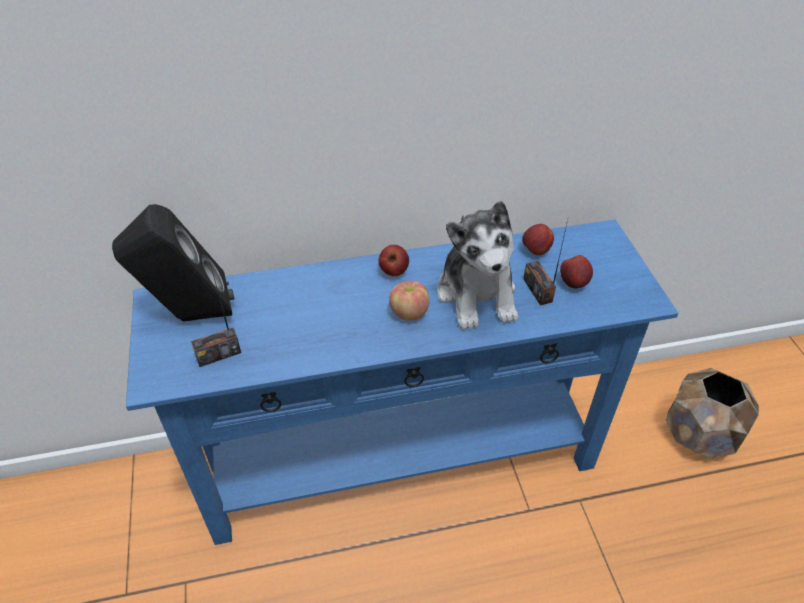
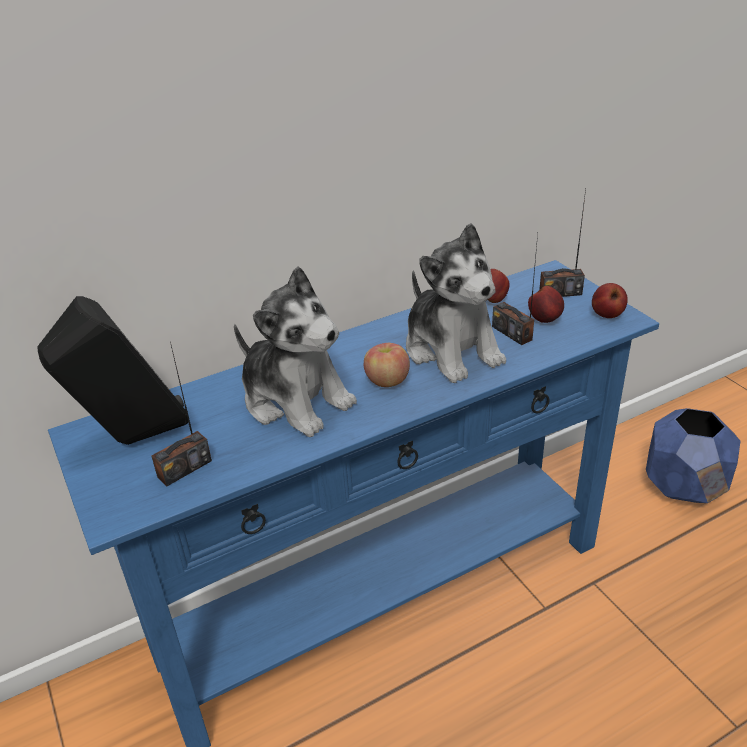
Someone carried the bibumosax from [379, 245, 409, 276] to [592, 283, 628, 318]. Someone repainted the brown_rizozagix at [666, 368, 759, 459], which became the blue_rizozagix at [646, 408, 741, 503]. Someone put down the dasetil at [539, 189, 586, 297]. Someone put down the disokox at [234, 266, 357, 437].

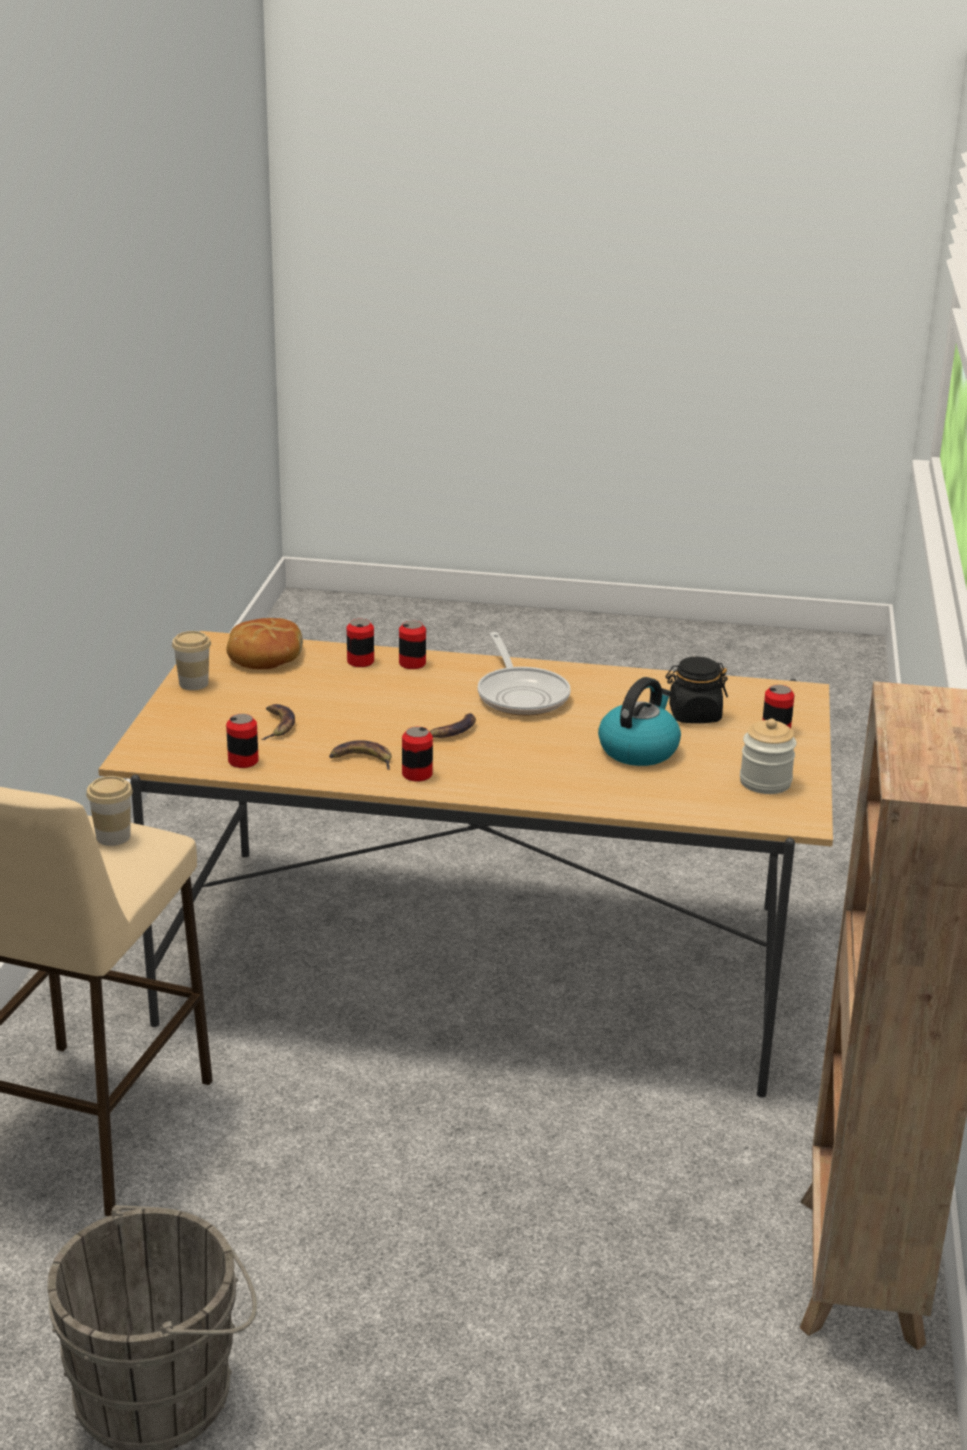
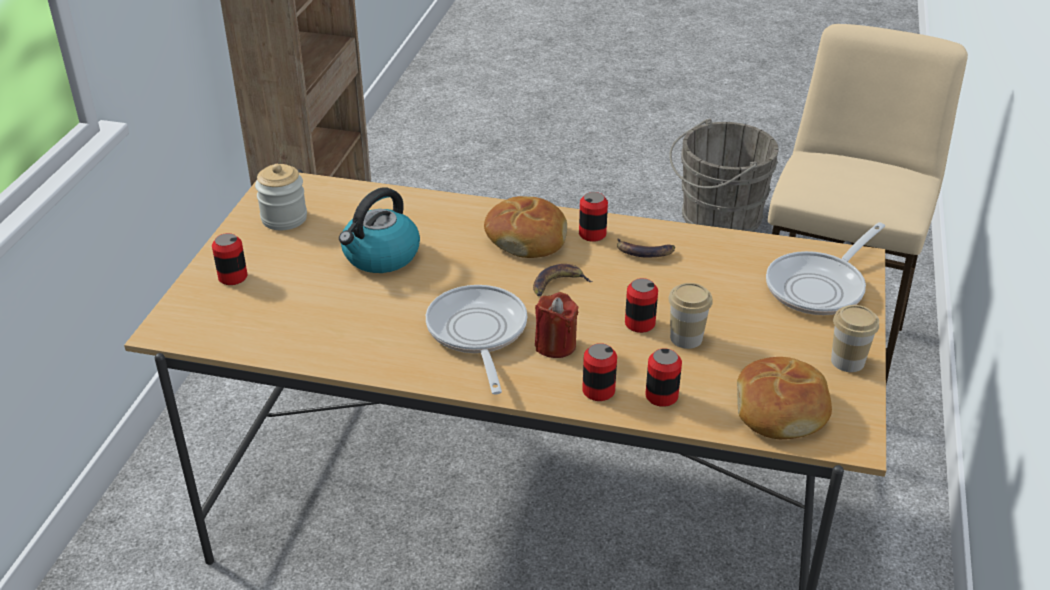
Someone took away the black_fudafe at [666, 657, 728, 723]. Someone took away the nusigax at [262, 704, 295, 740]. Someone carried the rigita from [226, 714, 259, 768] to [625, 278, 658, 333]. Someone carried the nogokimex from [86, 776, 133, 846] to [668, 283, 713, 349]. Someone put down the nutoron at [484, 196, 567, 258]. Someone put down the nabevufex at [766, 222, 885, 315]. Someone put down the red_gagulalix at [535, 292, 578, 358].

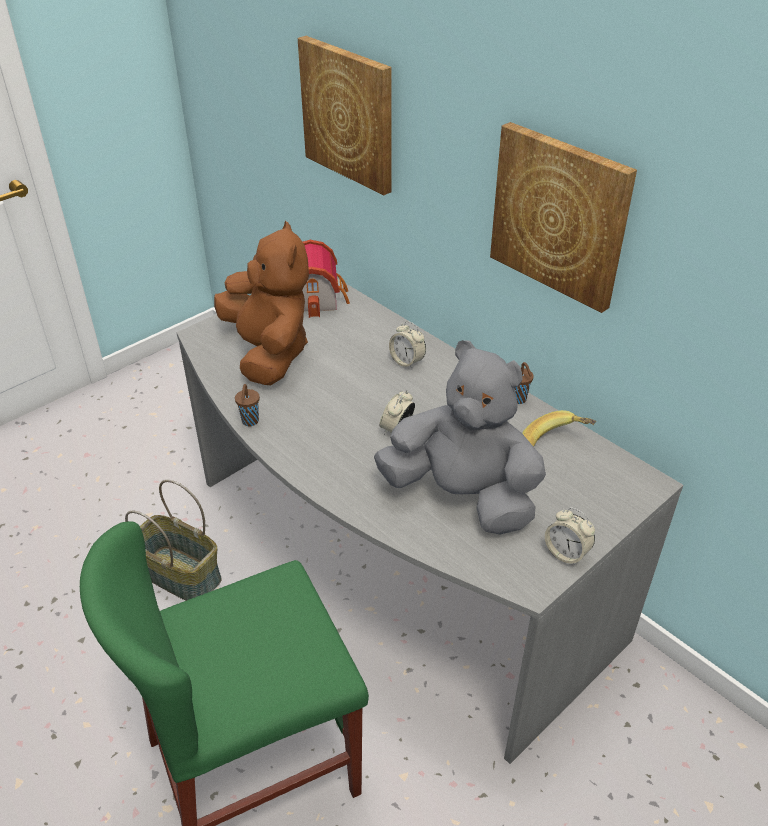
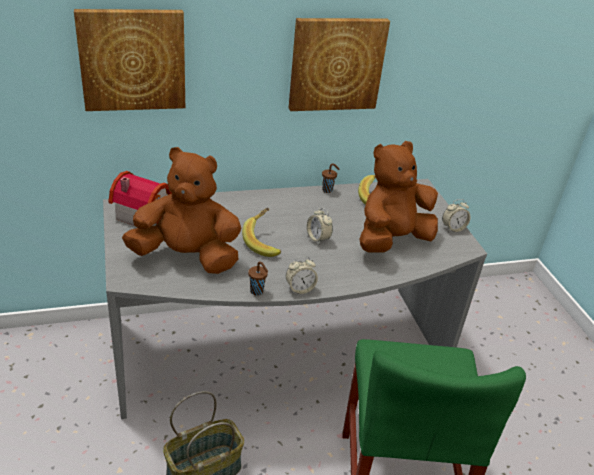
Someone carried the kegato from [389, 321, 426, 369] to [286, 256, 318, 294]. Someone repainted the grey_disokox at [374, 340, 546, 535], which became the brown_disokox at [360, 141, 438, 252]. Someone put down the nusigax at [242, 208, 281, 257].

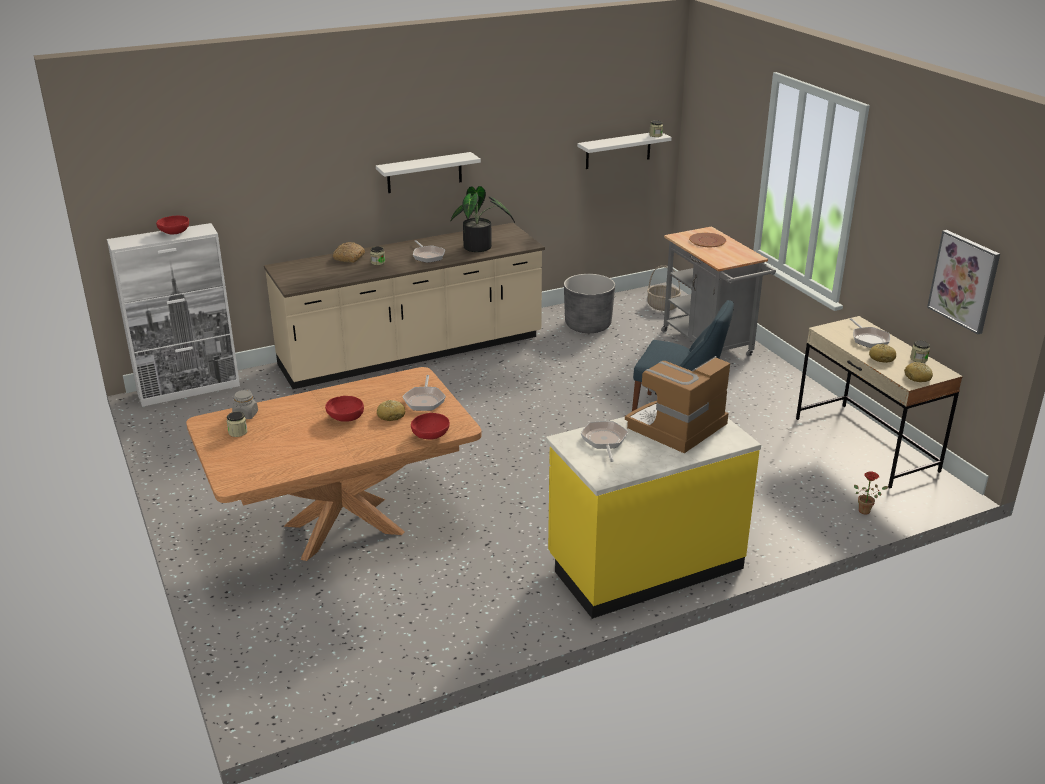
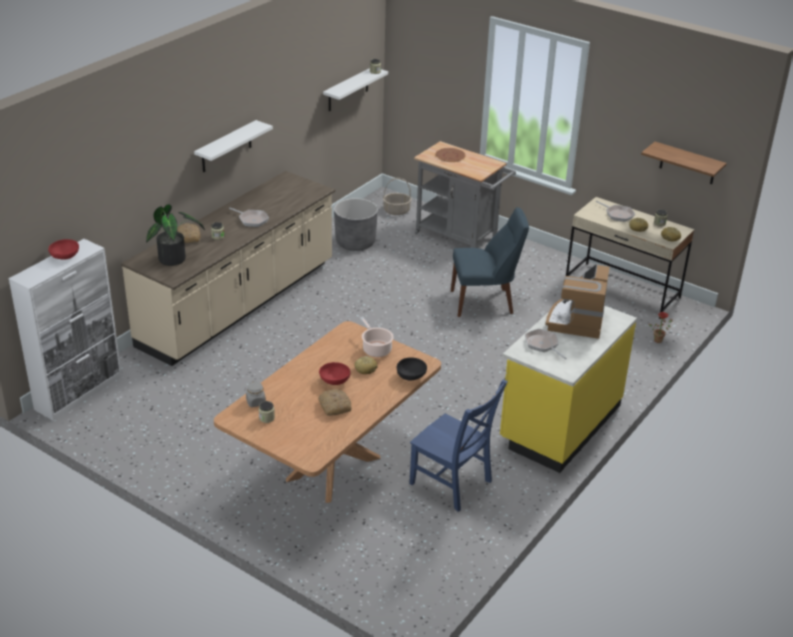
Someone carried the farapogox from [451, 186, 515, 252] to [146, 204, 205, 266]. Someone swapped the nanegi at [927, 230, 1000, 334] for the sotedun at [641, 142, 727, 184]. Someone swapped the nabevufex at [402, 375, 446, 411] for the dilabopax at [360, 317, 394, 357]. Someone repainted the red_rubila at [411, 413, 450, 440], which became the black_rubila at [397, 358, 427, 381]. Someone put down the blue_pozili at [409, 380, 508, 512]. Someone put down the nutoron at [318, 389, 352, 416].

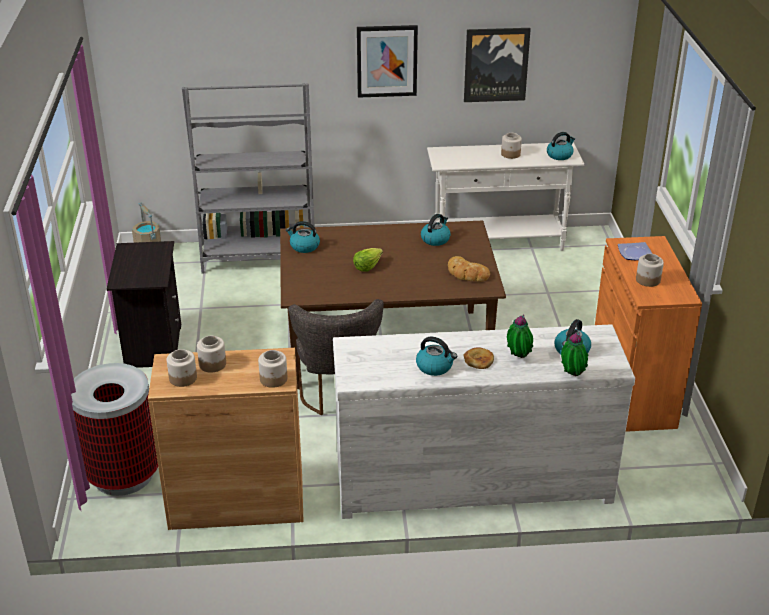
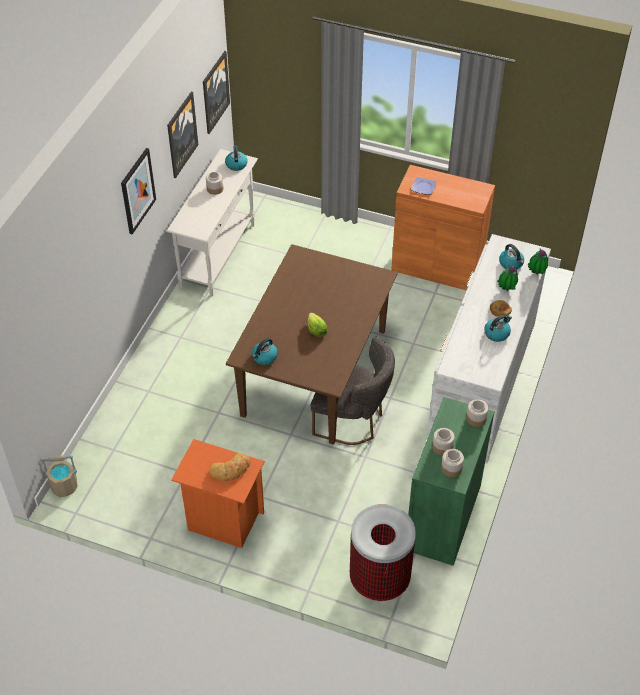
Someone took away the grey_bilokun at [182, 83, 315, 274]. Someone took away the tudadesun at [421, 214, 451, 246]. Someone repainted the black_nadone at [106, 241, 181, 368], which became the orange_nadone at [171, 439, 264, 548]. Someone took away the fudafe at [636, 254, 664, 287]. Someone carried the nutoron from [448, 256, 490, 282] to [209, 453, 250, 481]. Someone repainted the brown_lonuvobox at [148, 348, 304, 530], which became the green_lonuvobox at [408, 397, 495, 566]. Someone put up the nanegi at [203, 51, 230, 134].

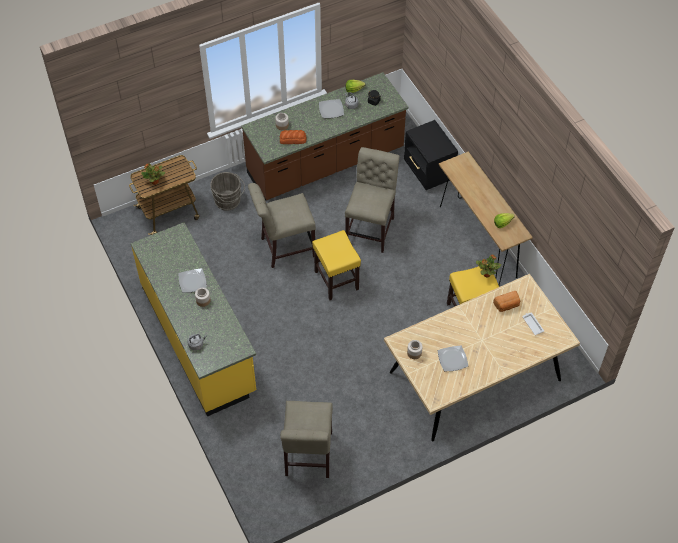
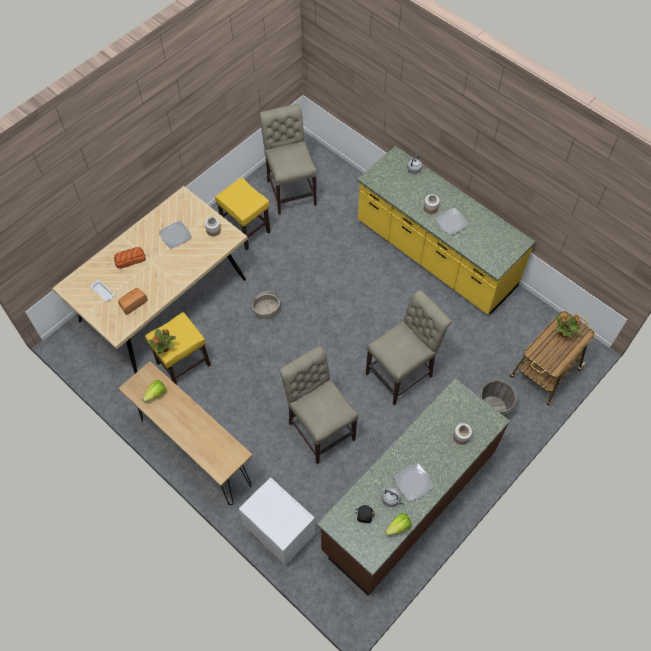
Someone repainted the black_nadone at [404, 120, 458, 190], which became the white_nadone at [239, 477, 315, 566]. Someone carried the nutoron from [280, 130, 306, 144] to [114, 247, 146, 269]. Someone rotated the beige_pozili at [345, 147, 400, 253] by 150 degrees clockwise. Someone carried the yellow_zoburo from [312, 230, 361, 300] to [215, 178, 270, 250]. Someone put down the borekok at [252, 290, 280, 319].

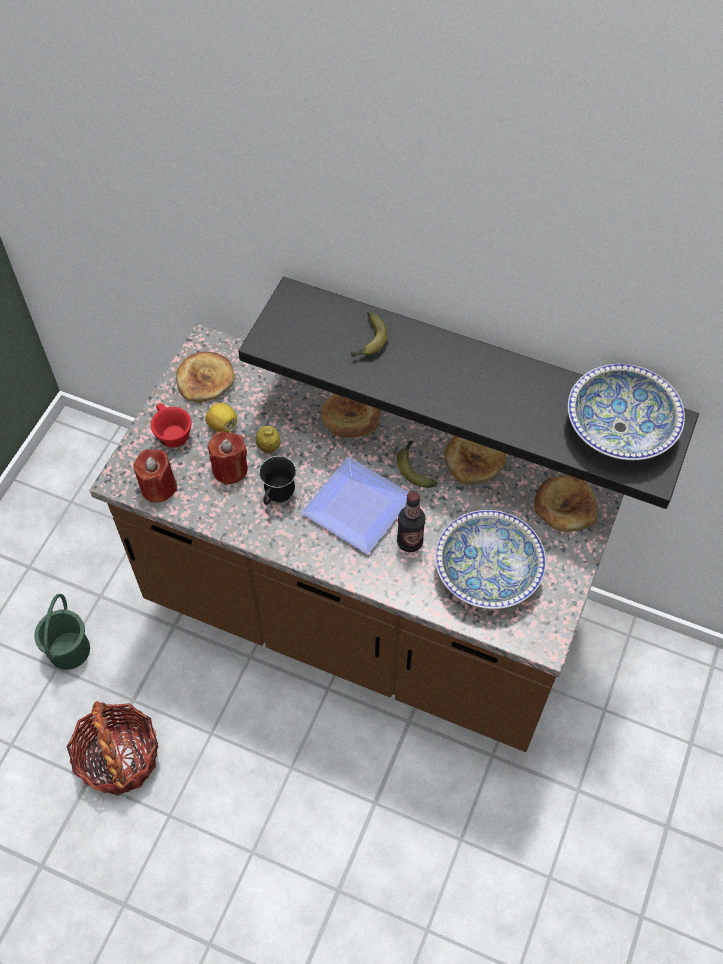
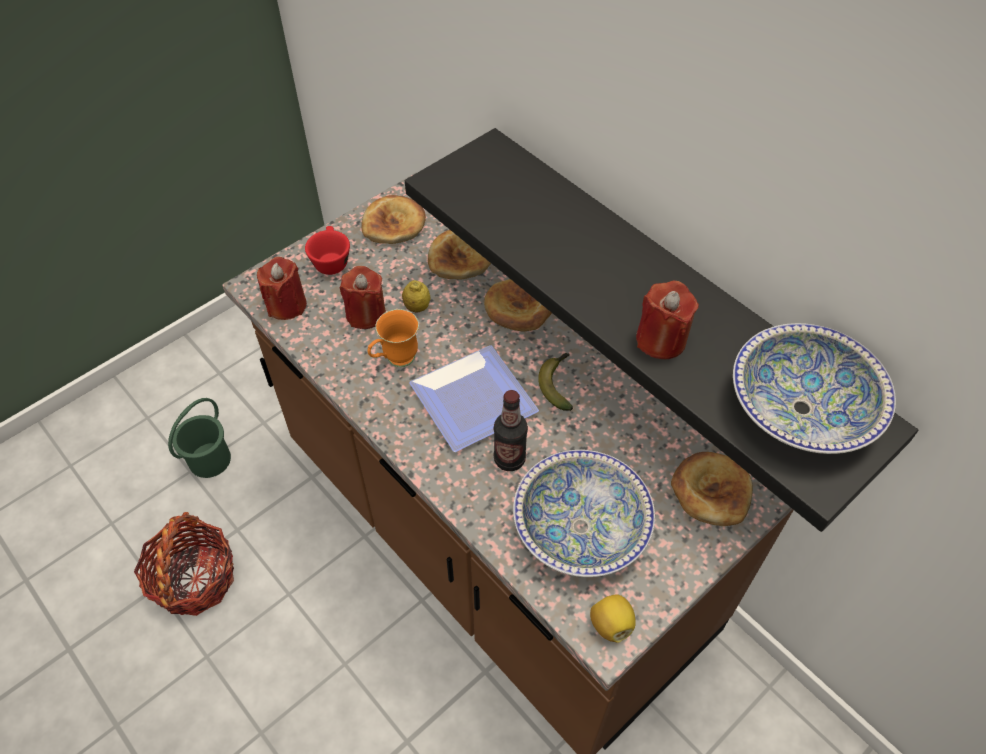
Someone took away the nusigax at [351, 311, 388, 357]. Someone carried the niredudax from [205, 403, 237, 432] to [590, 594, 636, 643]. Someone carried the nutoron from [444, 436, 507, 485] to [428, 230, 491, 279]. Someone repainted the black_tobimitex at [259, 456, 296, 505], which became the orange_tobimitex at [367, 309, 419, 367]. Someone put down the red_gagulalix at [636, 281, 699, 359].

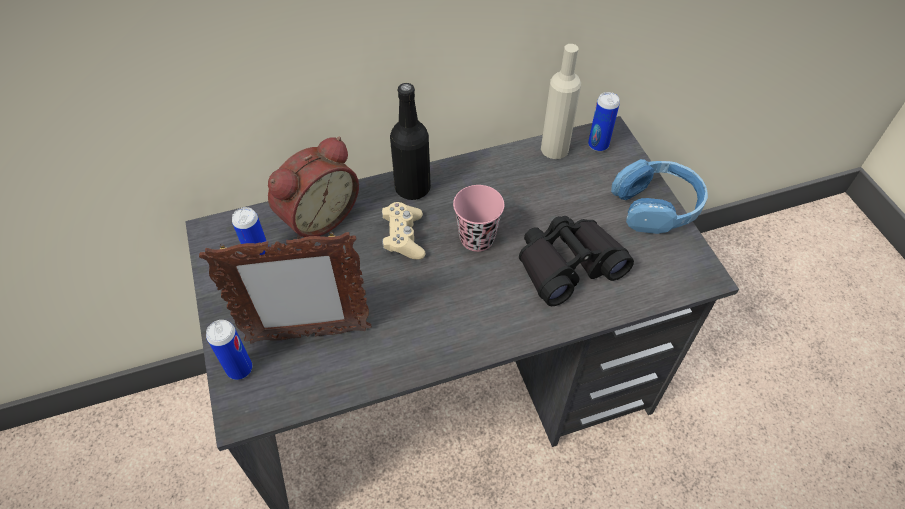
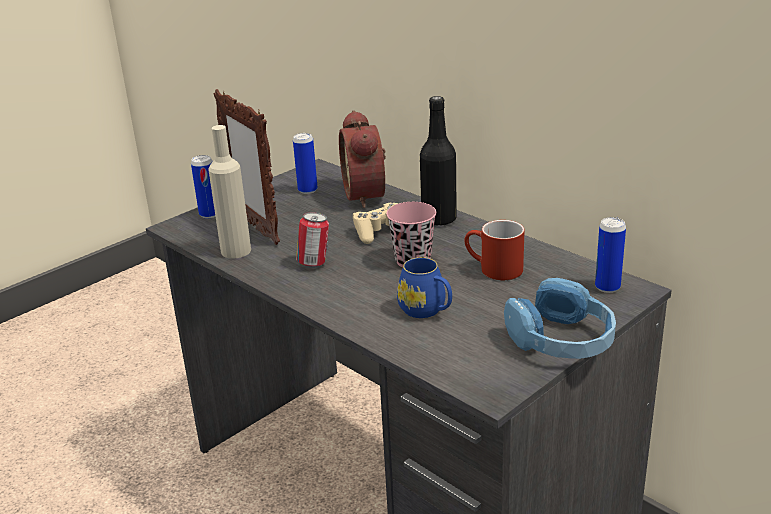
Someone carried the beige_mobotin from [541, 44, 581, 159] to [208, 125, 251, 259]. Someone rotated the kegato at [268, 137, 359, 239] by 60 degrees clockwise. Someone swapped the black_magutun at [519, 216, 634, 306] for the blue_tobimitex at [397, 257, 452, 318]. Someone put down the rigita at [296, 212, 329, 268]. Someone put down the red_tobimitex at [464, 220, 525, 280].

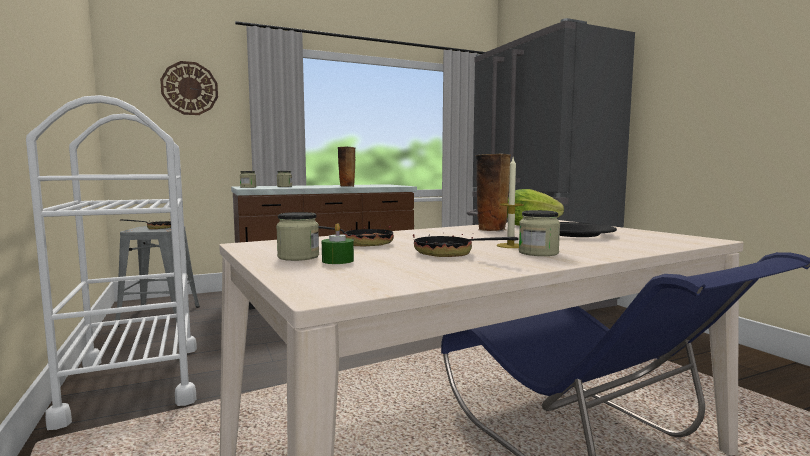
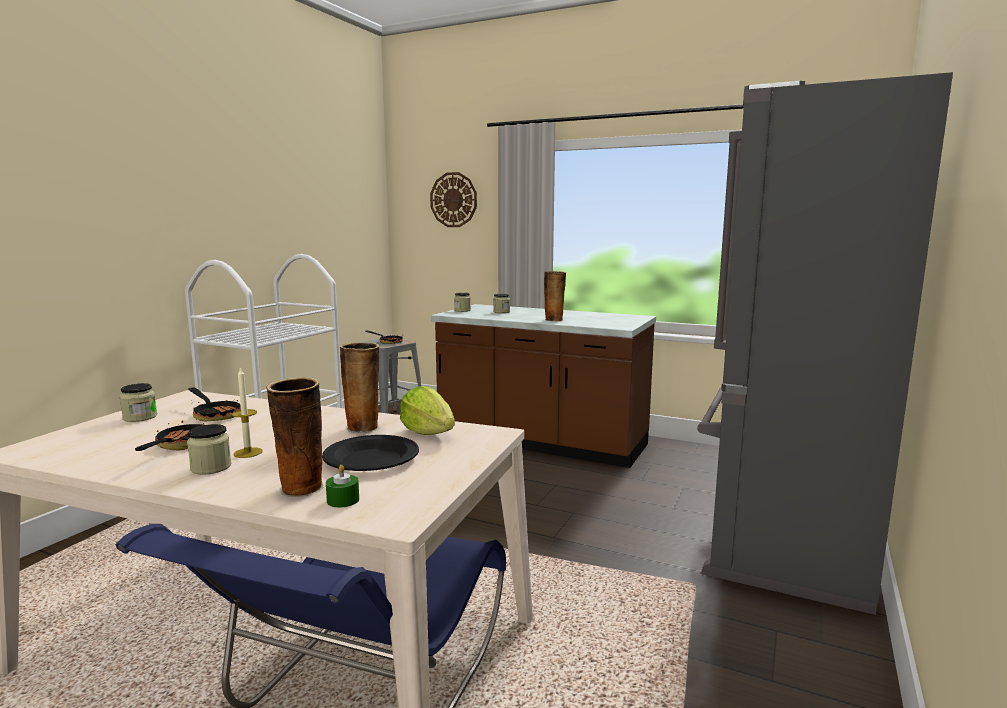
Someone carried the green_gagulalix from [322, 223, 354, 264] to [326, 465, 359, 508]. Someone put down the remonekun at [266, 377, 324, 497].

